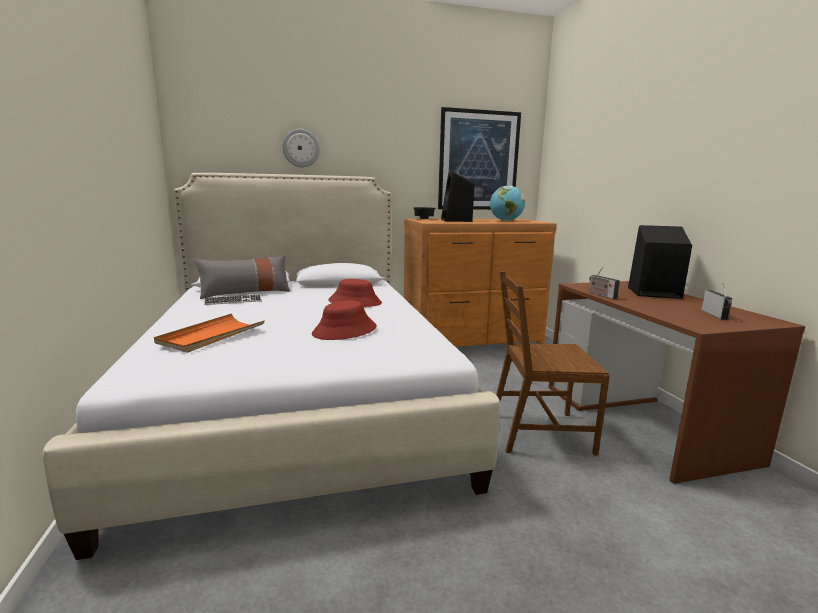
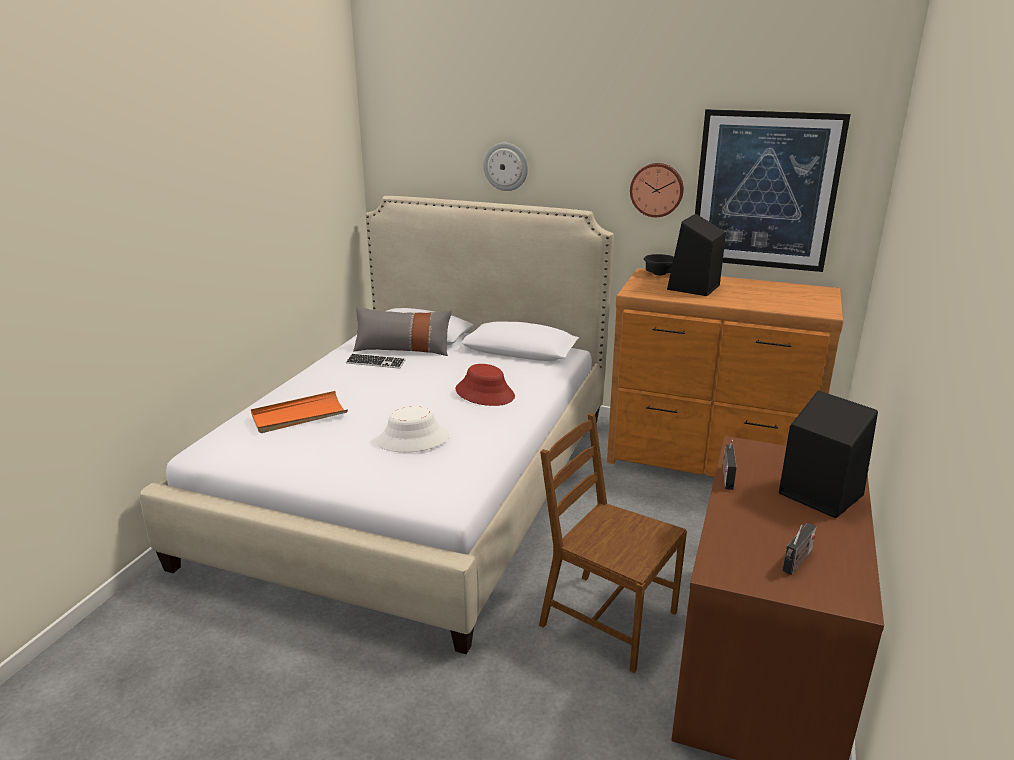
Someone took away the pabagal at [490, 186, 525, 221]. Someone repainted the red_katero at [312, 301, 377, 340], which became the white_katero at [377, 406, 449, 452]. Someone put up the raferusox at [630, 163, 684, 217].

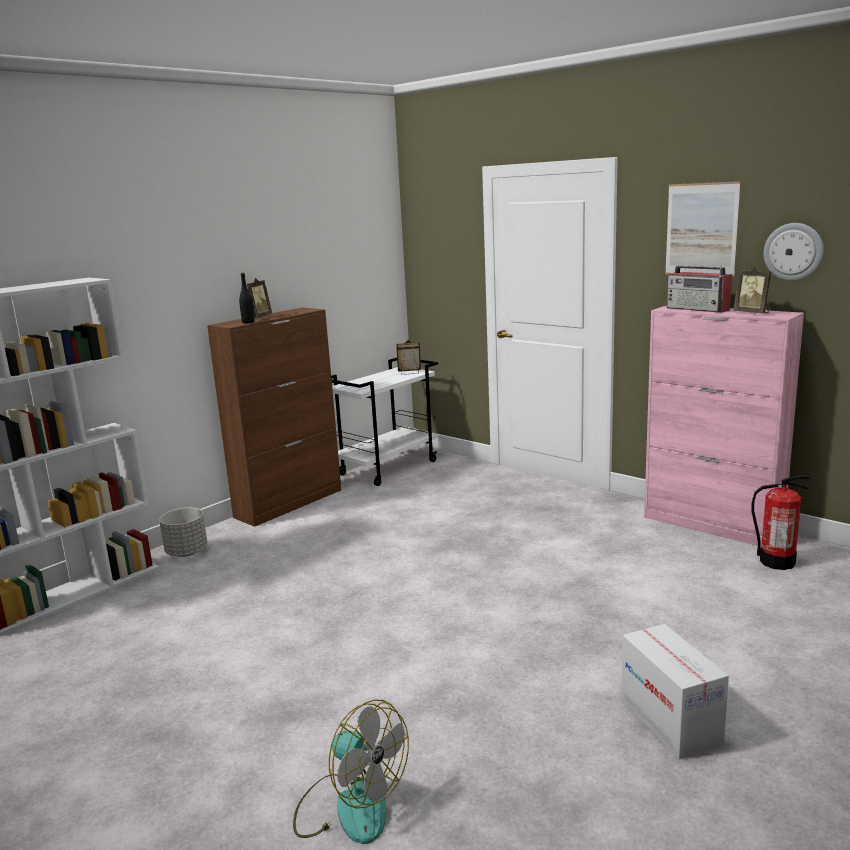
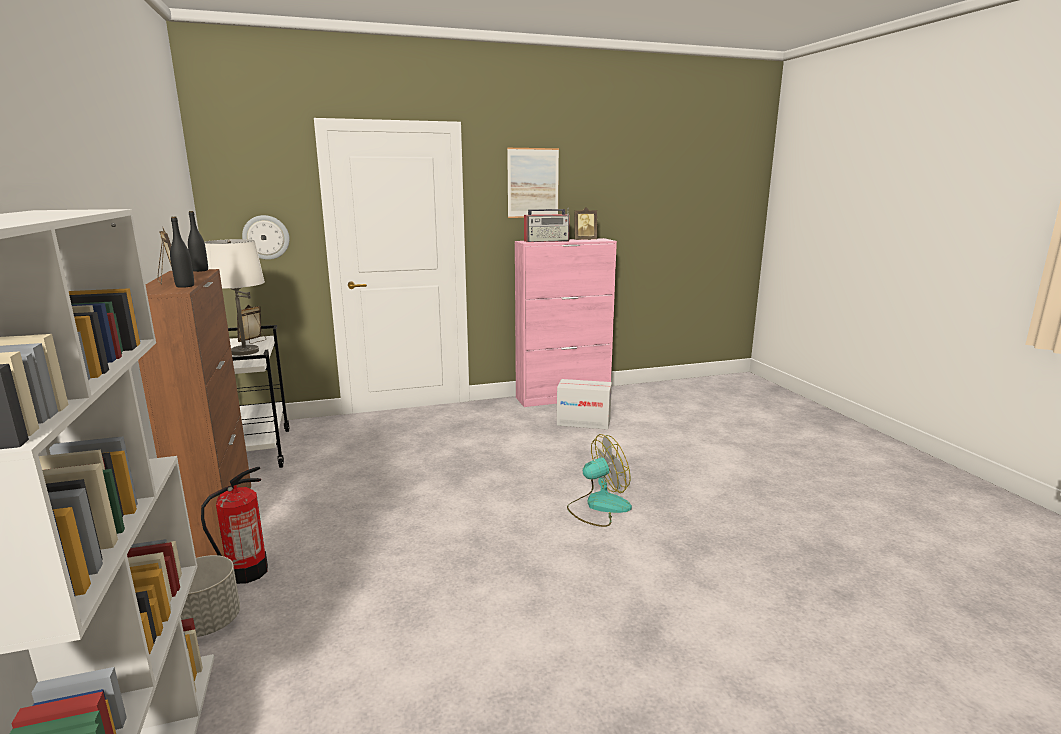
Someone carried the raferusox from [763, 223, 824, 281] to [242, 215, 290, 260]. Someone carried the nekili from [751, 476, 810, 570] to [201, 467, 268, 584]. Someone carried the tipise from [621, 624, 729, 760] to [557, 379, 612, 430]. Someone carried the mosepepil from [293, 699, 409, 844] to [567, 434, 632, 527]. Someone put down the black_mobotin at [188, 211, 208, 272]. Someone put down the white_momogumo at [204, 239, 265, 356].

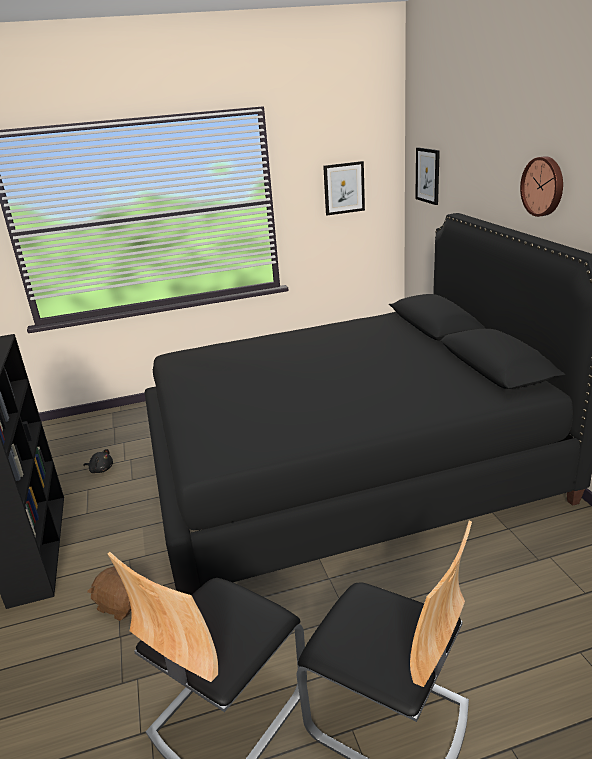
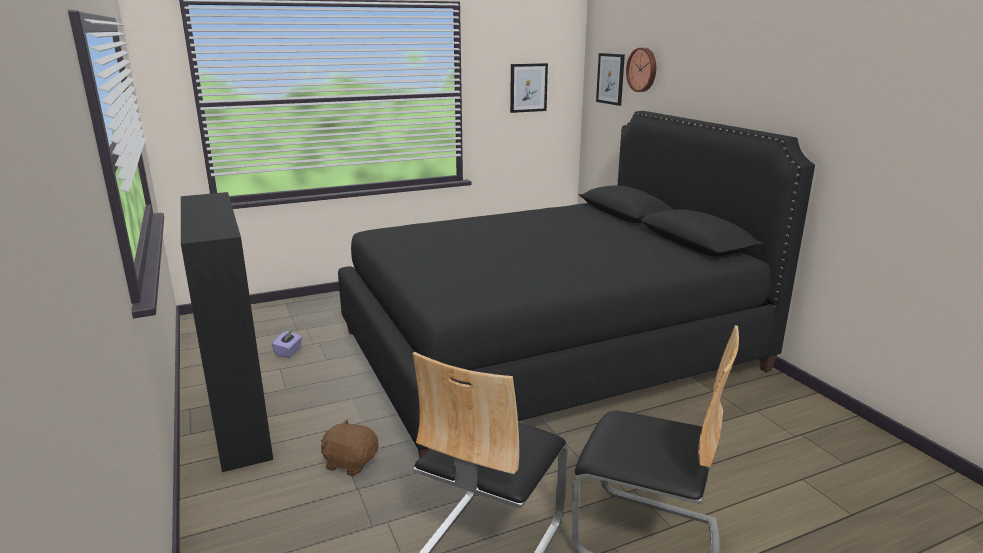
Someone carried the raferusox from [520, 156, 563, 217] to [626, 47, 656, 92]. Someone swapped the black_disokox at [84, 449, 113, 473] for the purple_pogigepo at [272, 329, 302, 357].

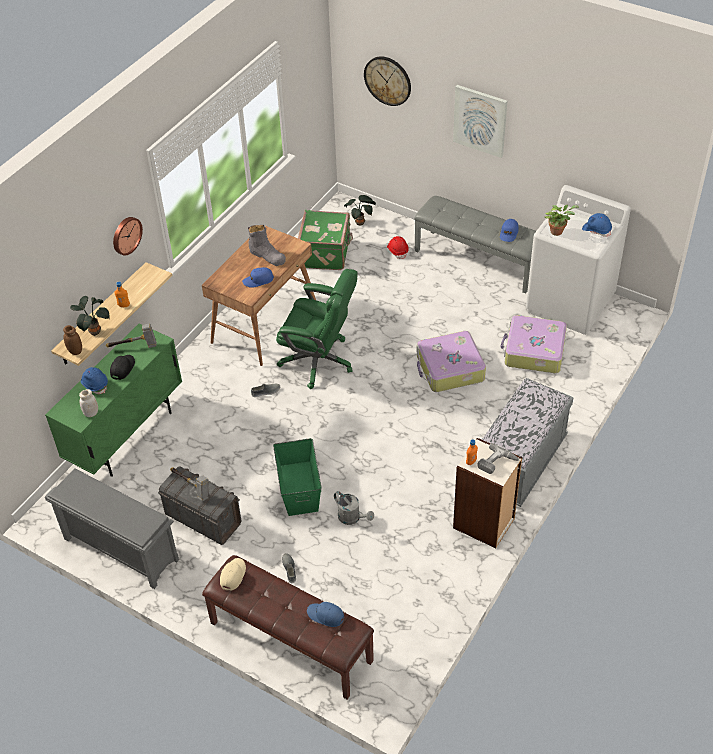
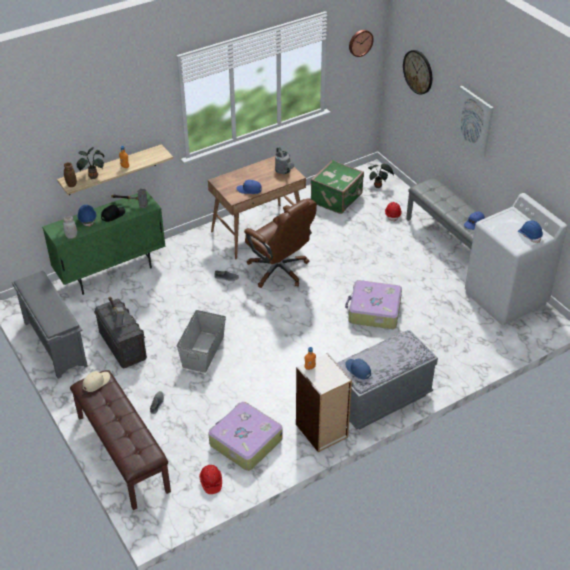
Someone took away the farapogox at [545, 205, 579, 236]. Someone carried the raferusox from [113, 217, 143, 256] to [349, 30, 374, 57]. Someone took away the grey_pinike at [248, 225, 286, 266]. Someone repainted the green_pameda at [276, 269, 357, 389], which became the brown_pameda at [244, 198, 317, 288]. Someone carried the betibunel from [500, 315, 567, 373] to [208, 402, 283, 471]. Someone repainted the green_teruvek at [273, 438, 322, 516], which became the grey_teruvek at [177, 310, 226, 373]. Someone took away the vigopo at [477, 443, 519, 474]. Someone carried the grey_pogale from [334, 491, 374, 525] to [275, 147, 294, 174]. Someone carried the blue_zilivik from [307, 602, 344, 627] to [346, 359, 371, 380]. Someone put down the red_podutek at [199, 465, 222, 494].

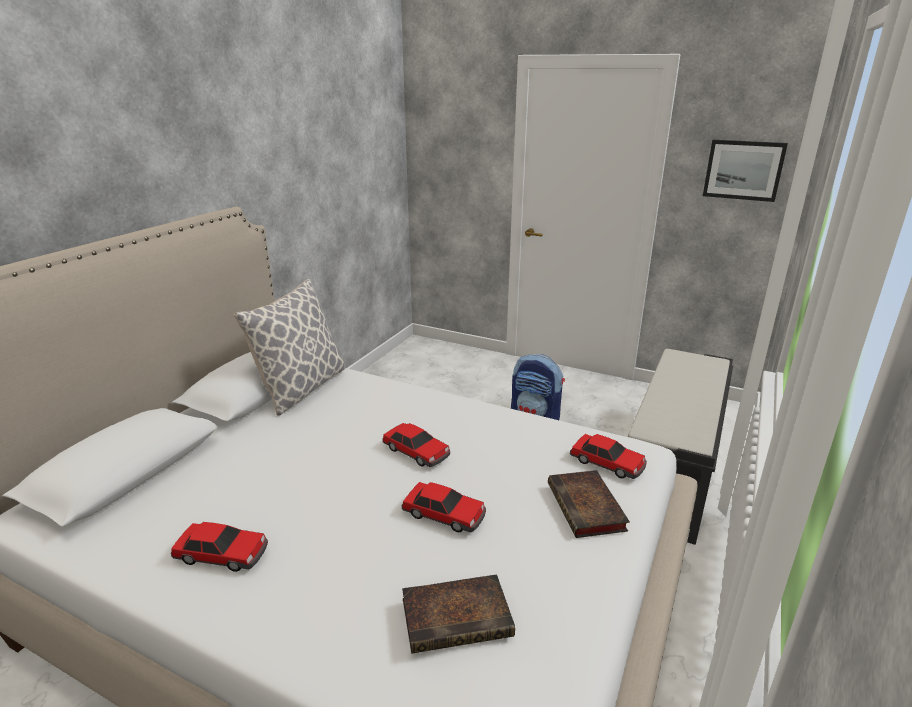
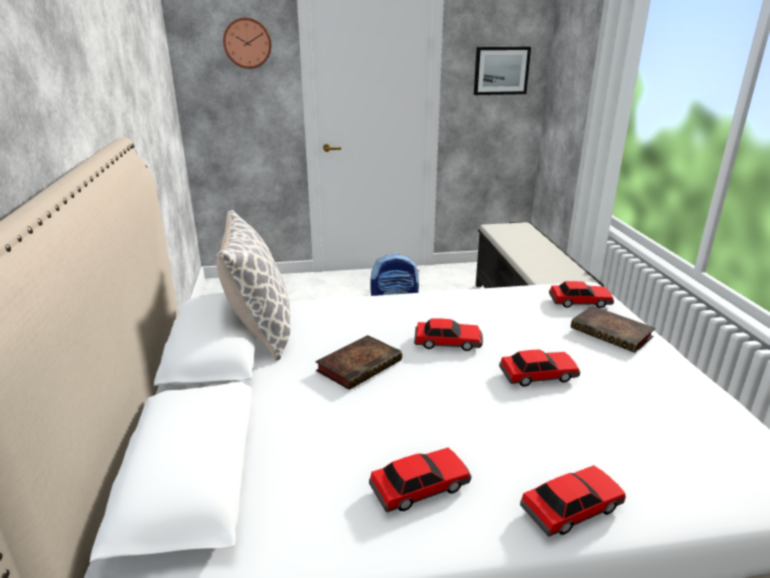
Someone carried the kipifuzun from [402, 575, 515, 654] to [315, 335, 402, 390]. Someone put up the raferusox at [223, 18, 271, 69]. Someone put down the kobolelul at [520, 465, 626, 537].

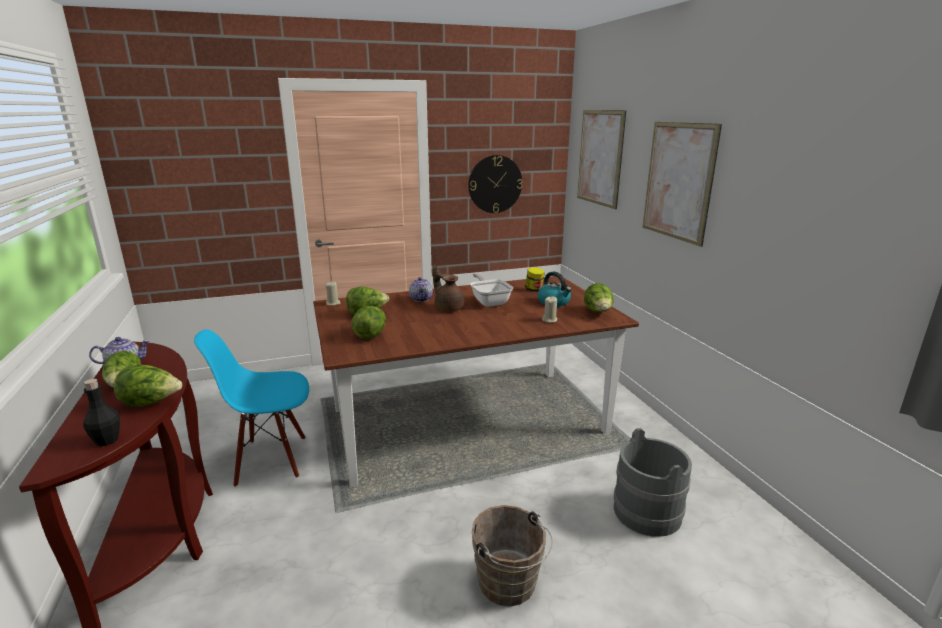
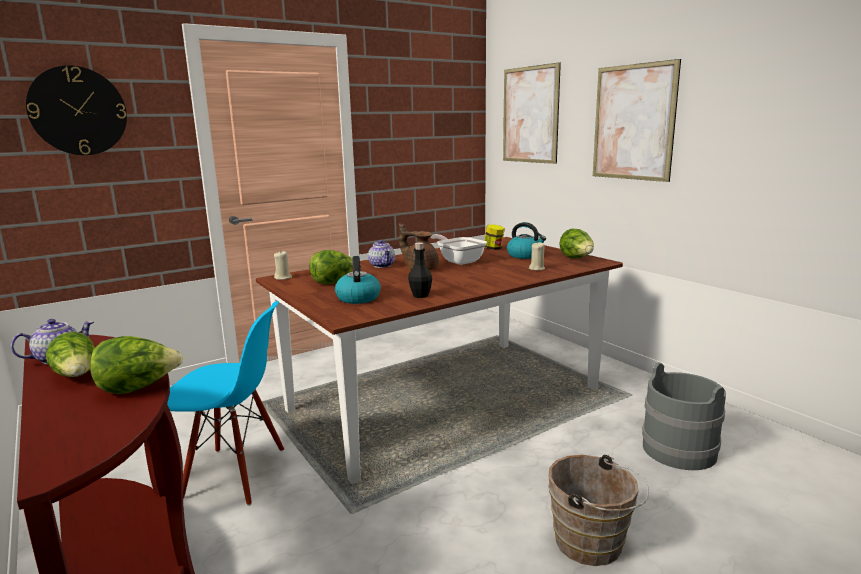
Someone carried the raferusox from [468, 155, 523, 213] to [26, 65, 127, 155]. Someone swapped the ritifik at [351, 306, 386, 339] for the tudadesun at [335, 256, 381, 304]. Someone rotated the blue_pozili at [194, 329, 309, 487] by 150 degrees counterclockwise. Someone carried the black_mobotin from [83, 379, 120, 446] to [408, 242, 432, 298].

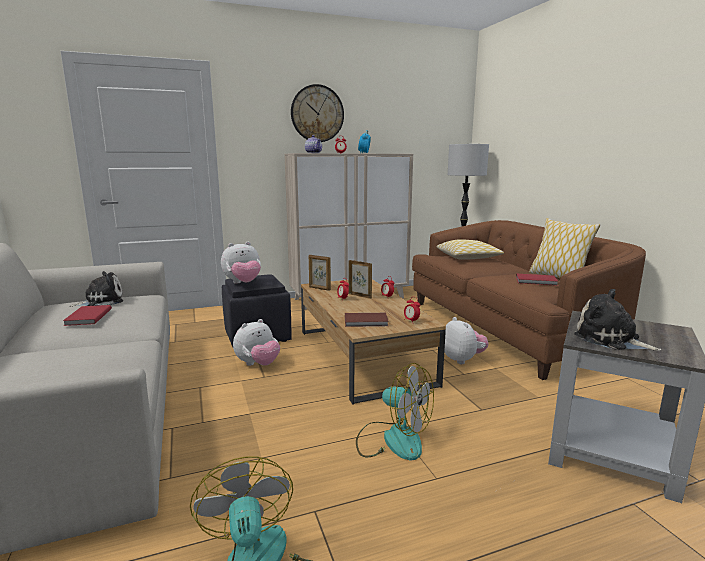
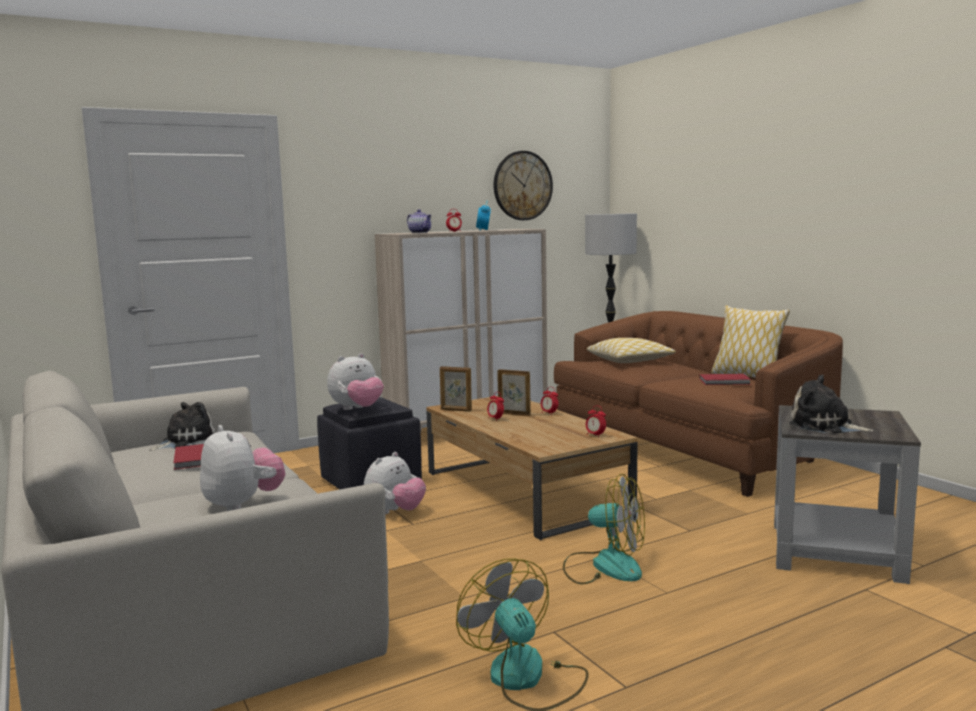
Someone carried the raferusox from [291, 84, 344, 142] to [494, 151, 553, 220]. Someone took away the brown_kipifuzun at [345, 313, 389, 327]. Someone carried the disokox from [444, 317, 488, 364] to [200, 425, 285, 511].

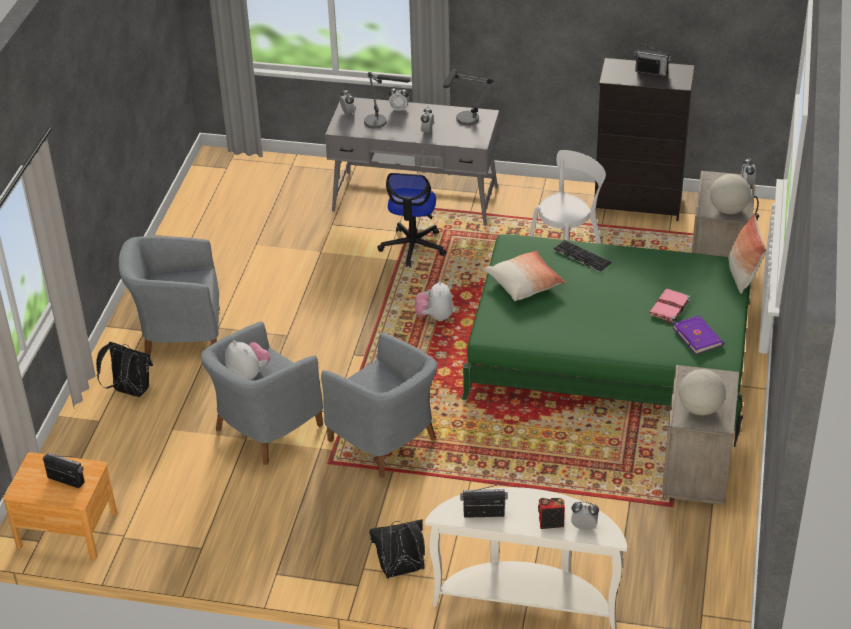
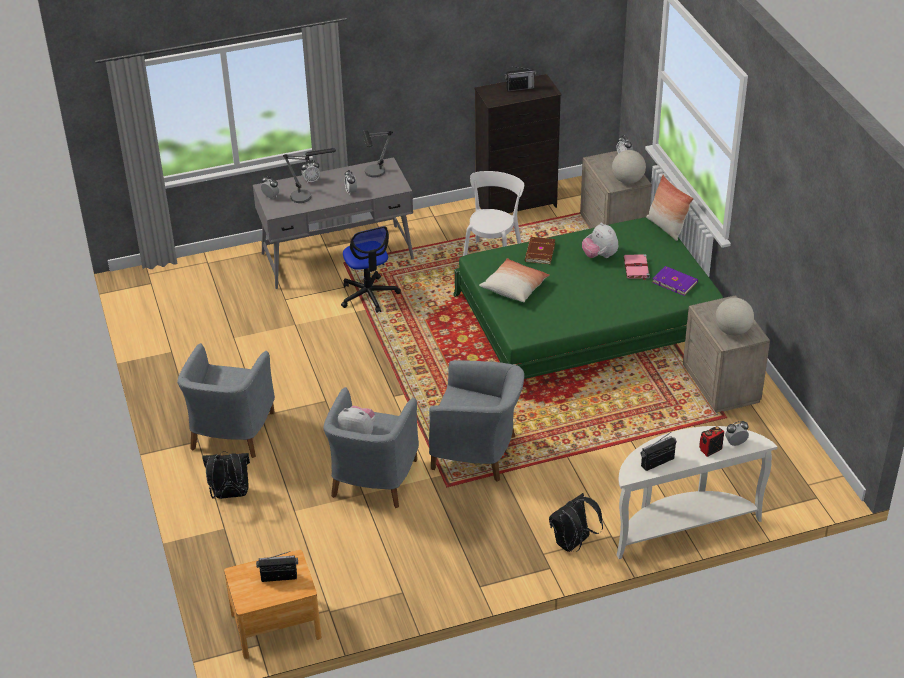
Someone rotated the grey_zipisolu at [119, 236, 220, 357] by 45 degrees counterclockwise. Someone swapped the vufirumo at [554, 240, 611, 272] for the brown_kipifuzun at [525, 237, 555, 264]. Someone carried the disokox from [415, 281, 453, 321] to [582, 223, 618, 258].

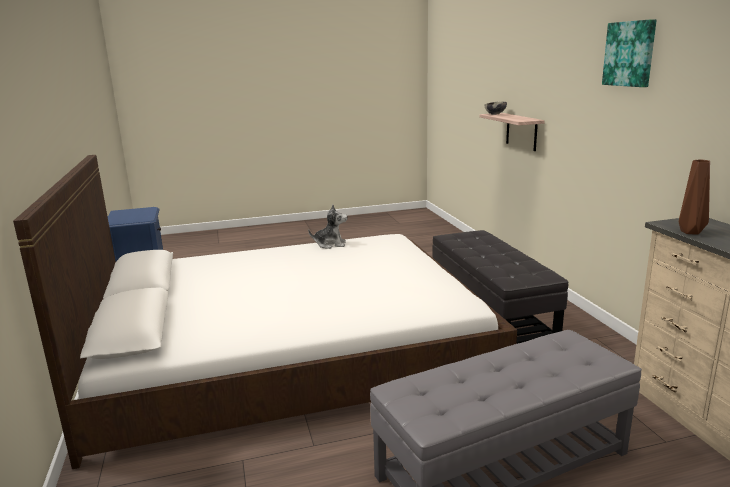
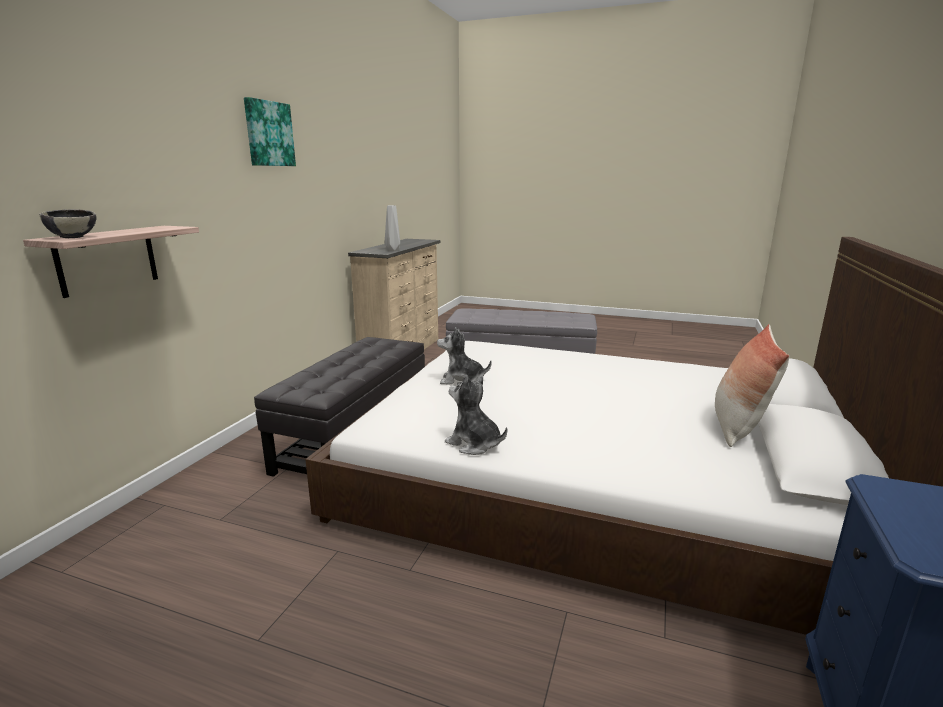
Someone repainted the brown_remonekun at [679, 159, 710, 235], which became the grey_remonekun at [385, 205, 400, 251]. Someone put down the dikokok at [715, 324, 789, 447]. Someone put down the disokox at [437, 327, 492, 386].

